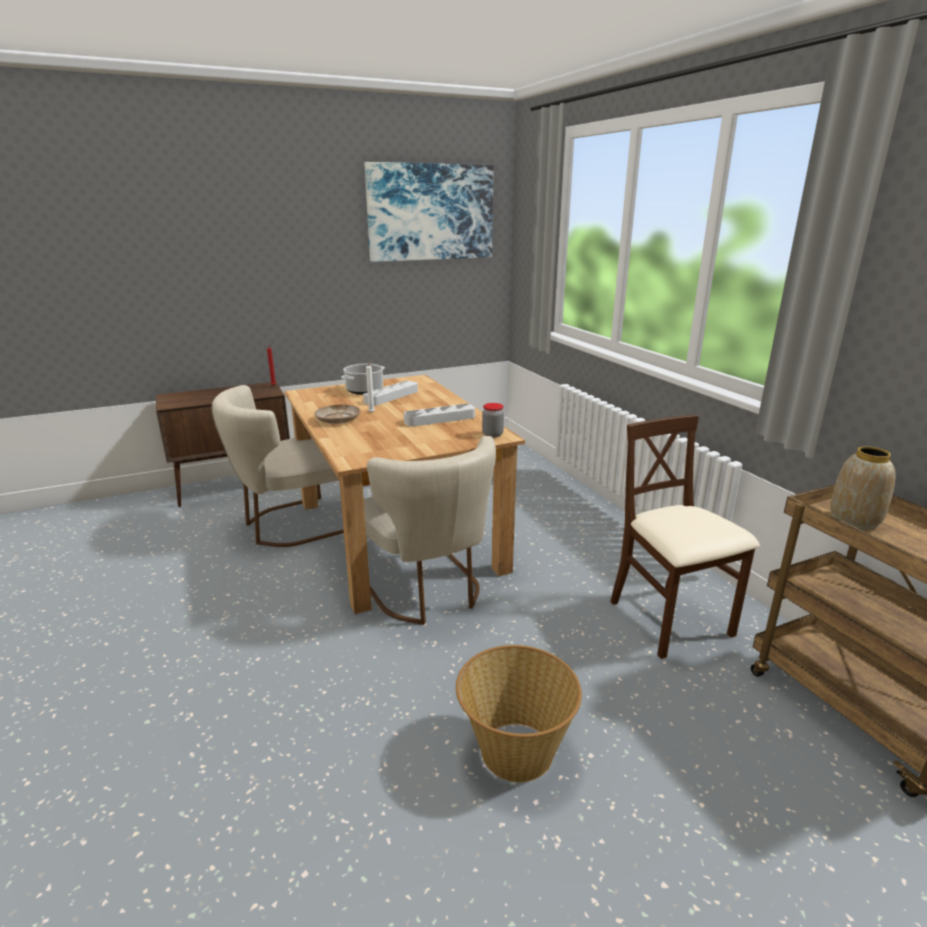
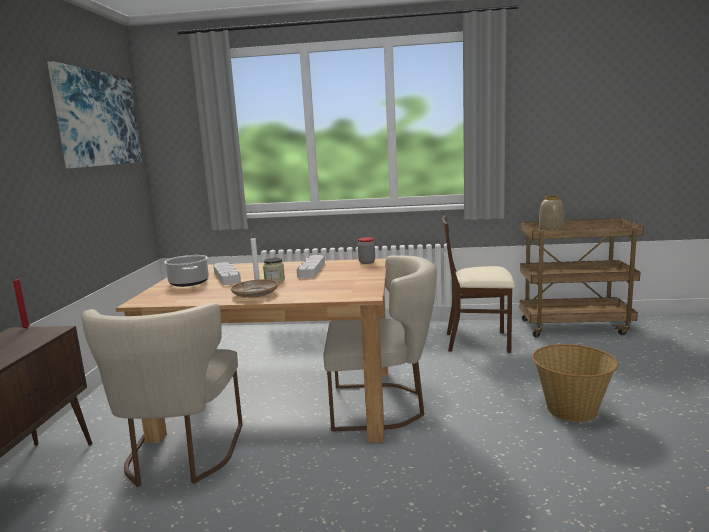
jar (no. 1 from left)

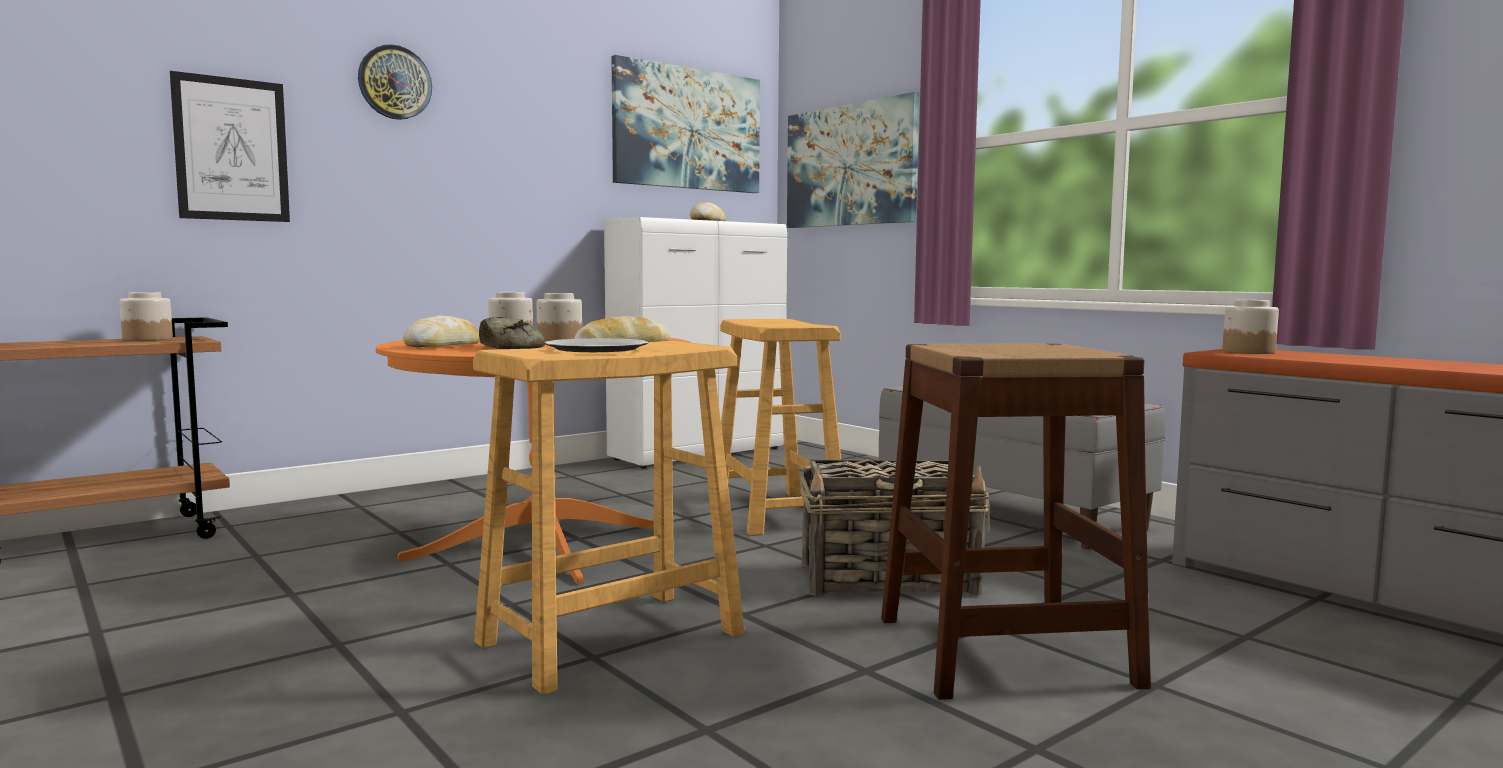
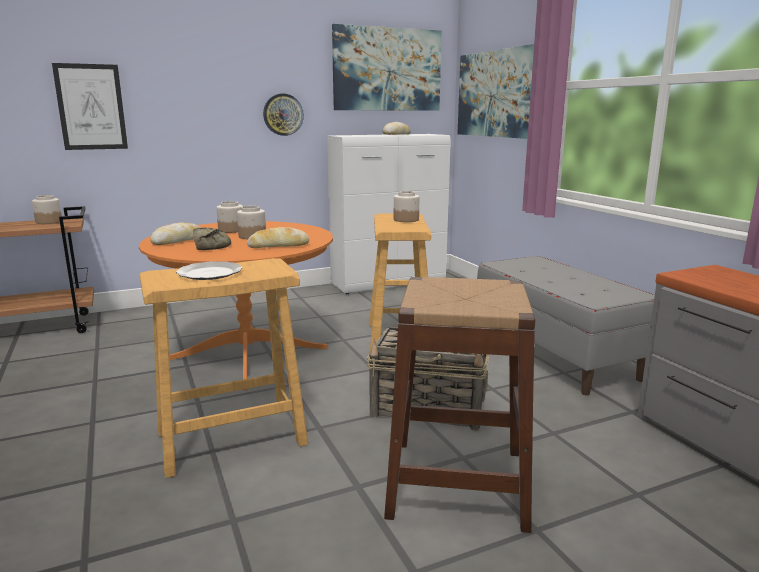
wall clock
jar (no. 4 from left)

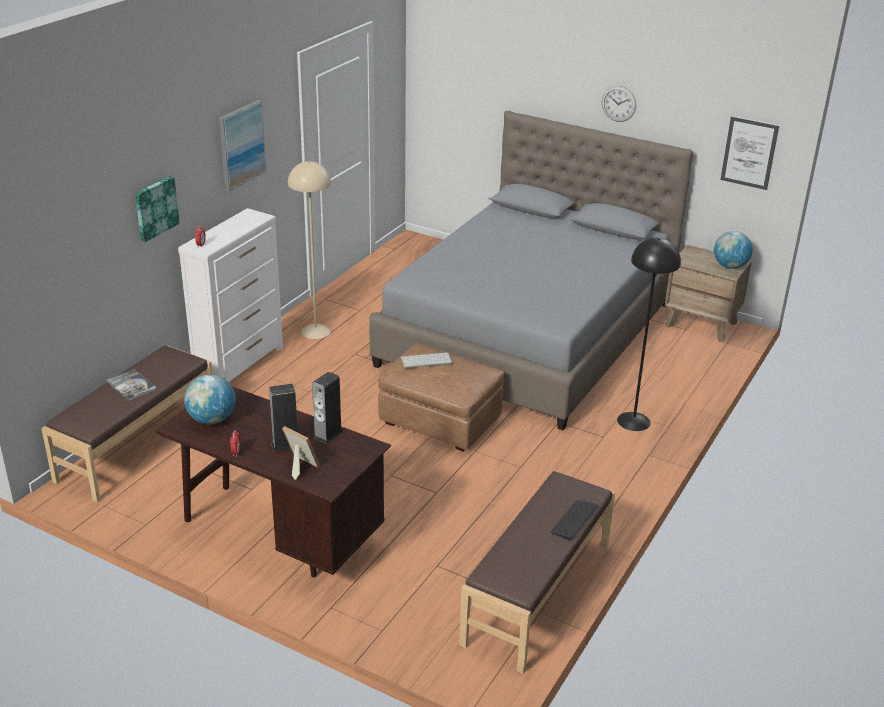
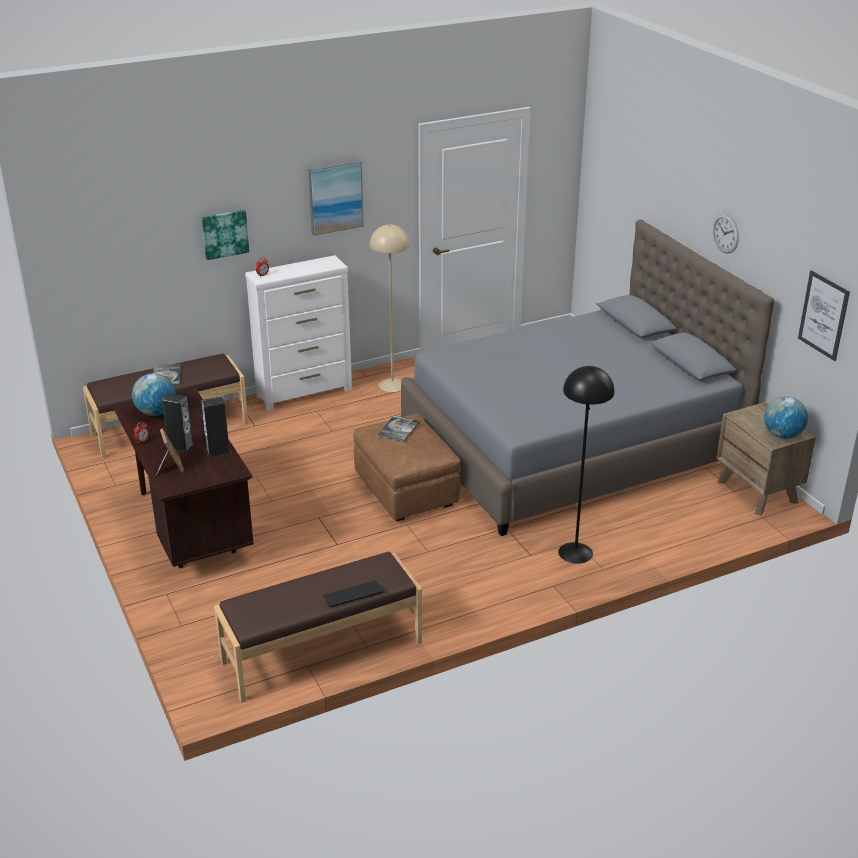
book (no. 2 from left)

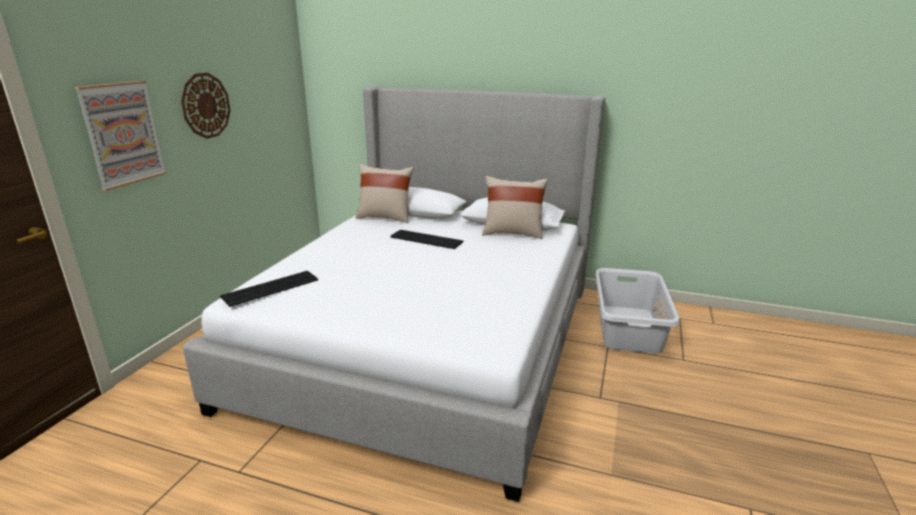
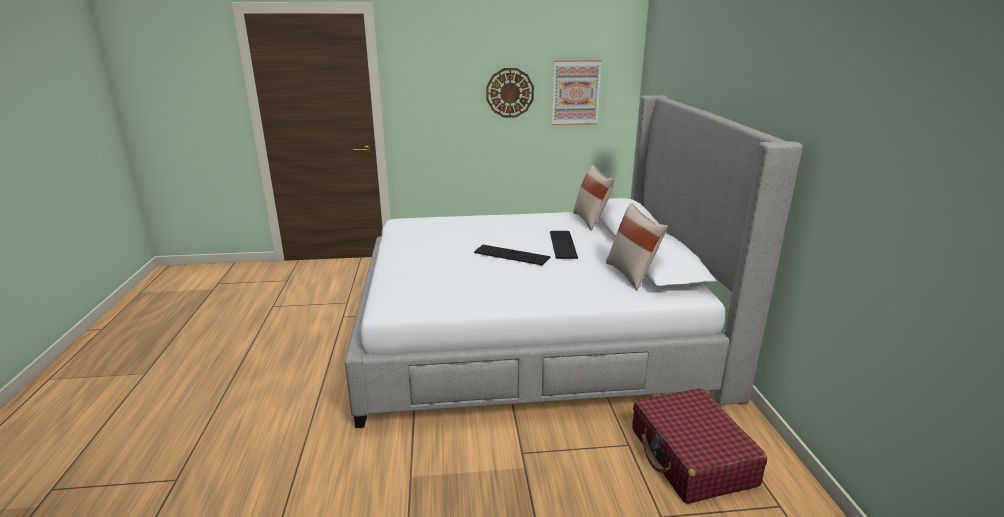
picture
suitcase in red
keyboard (no. 1 from left)

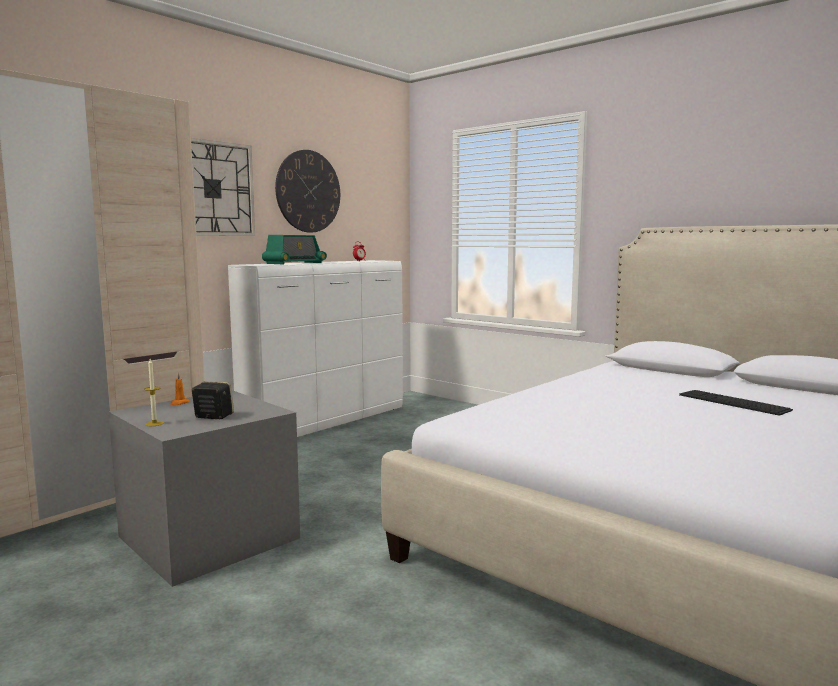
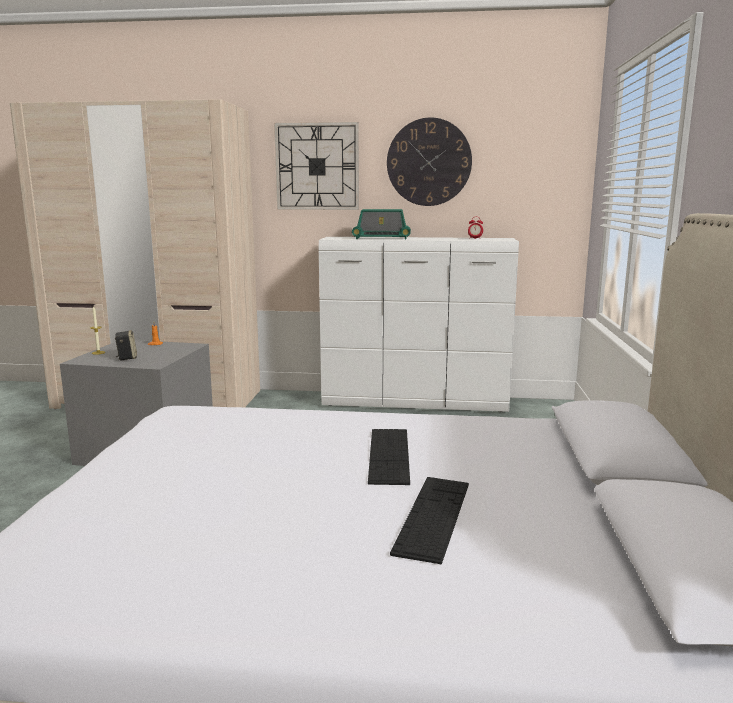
keyboard (no. 1 from left)

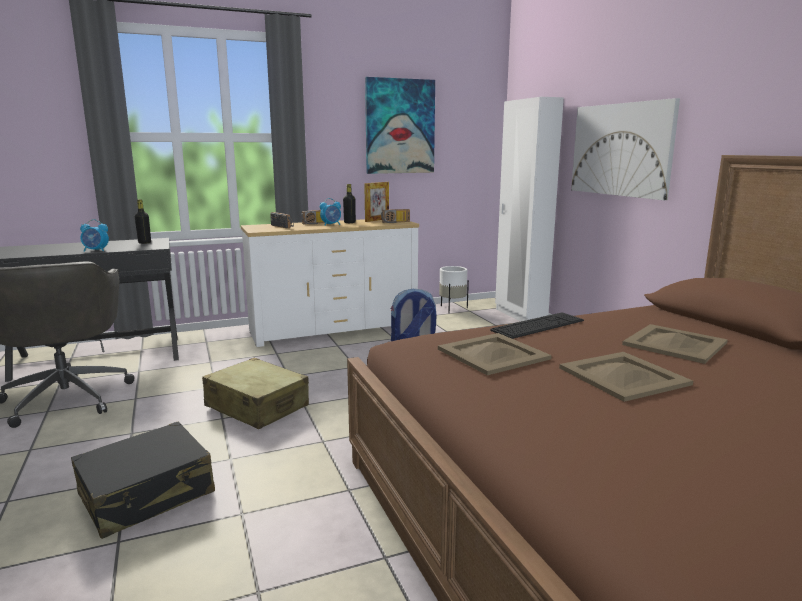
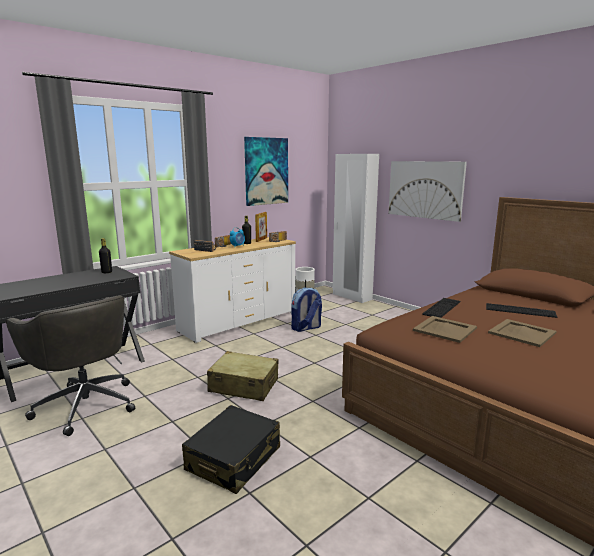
alarm clock (no. 1 from left in the first image)
keyboard (no. 2 from left)

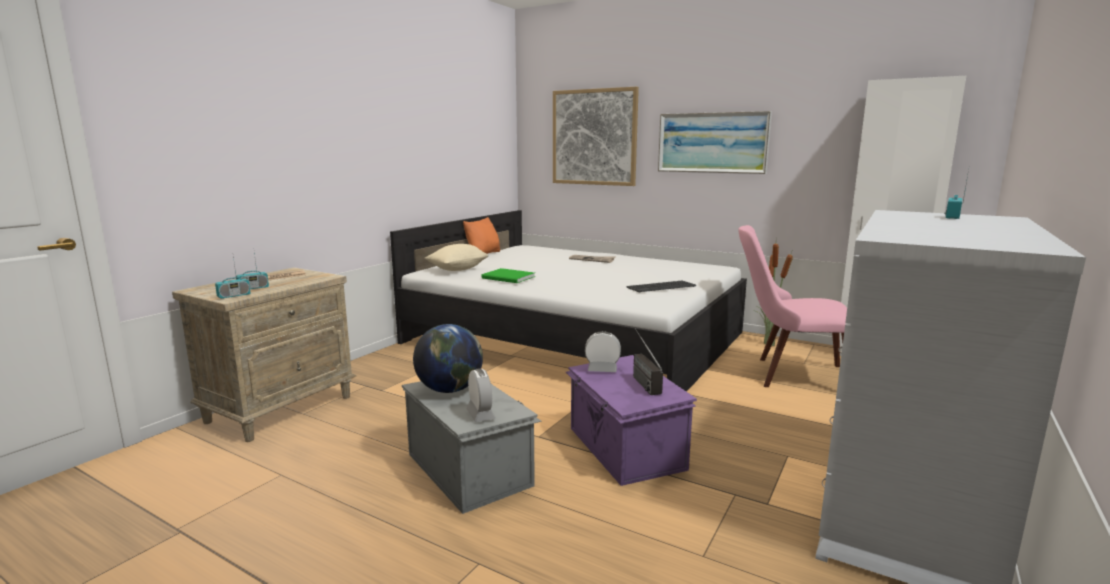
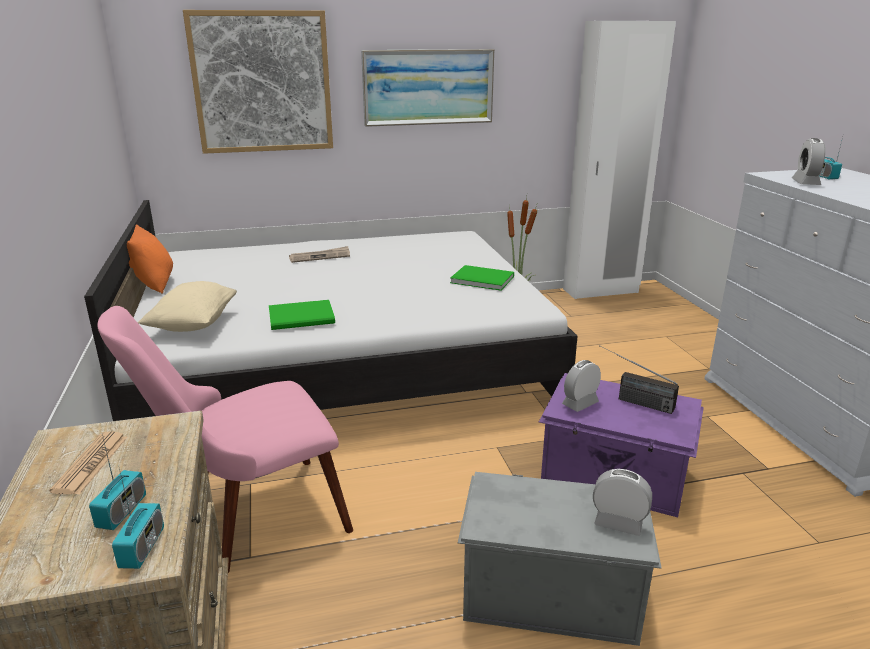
chair in pink
book in green (no. 2 from left)
globe
alarm clock (no. 3 from left)

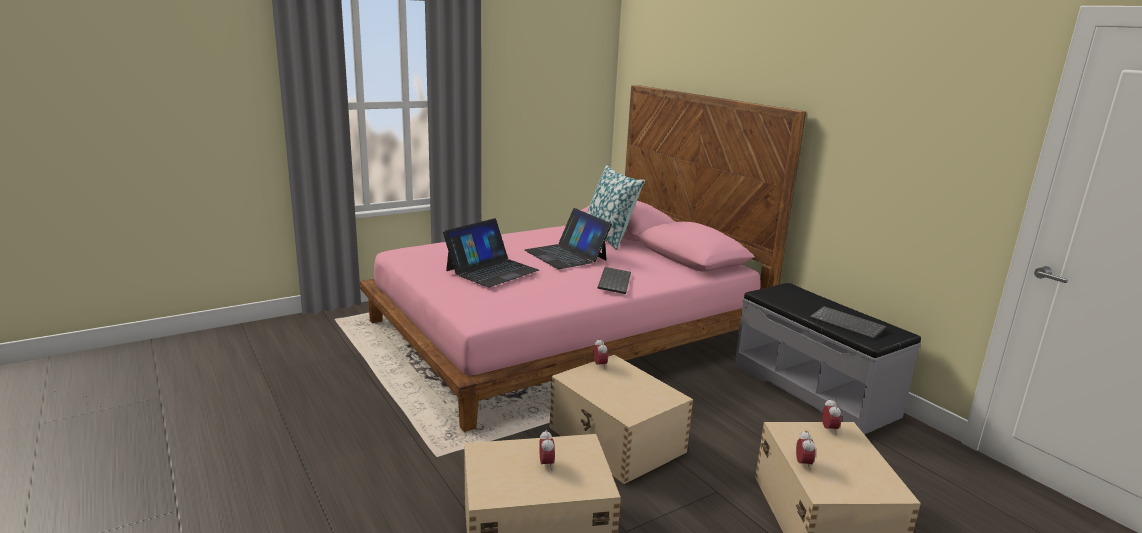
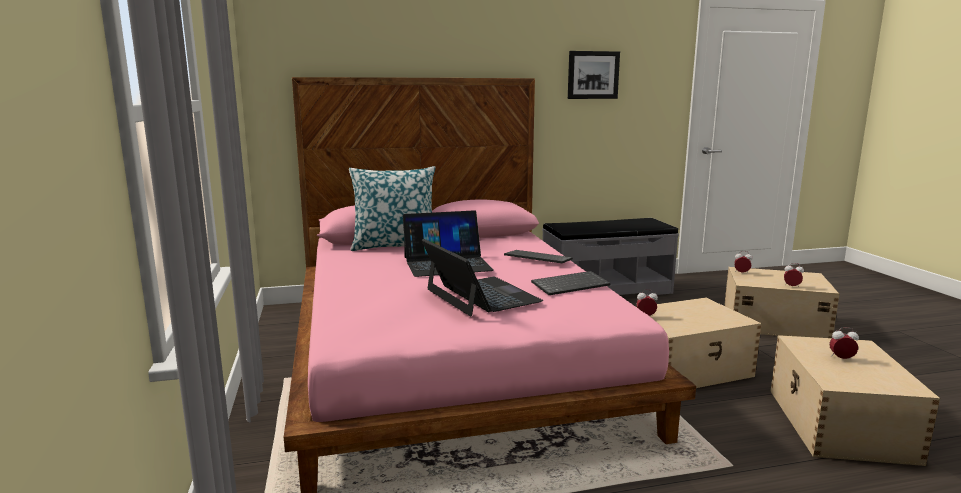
keyboard (no. 2 from left)
picture

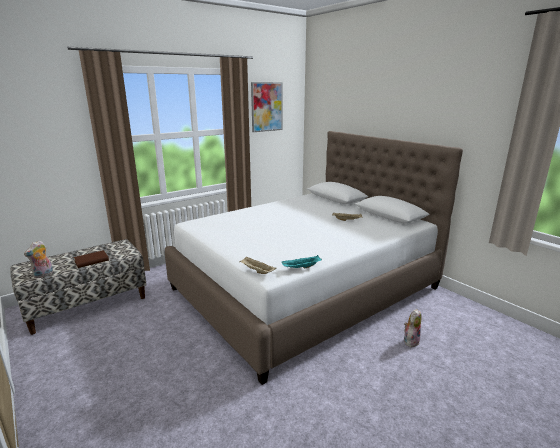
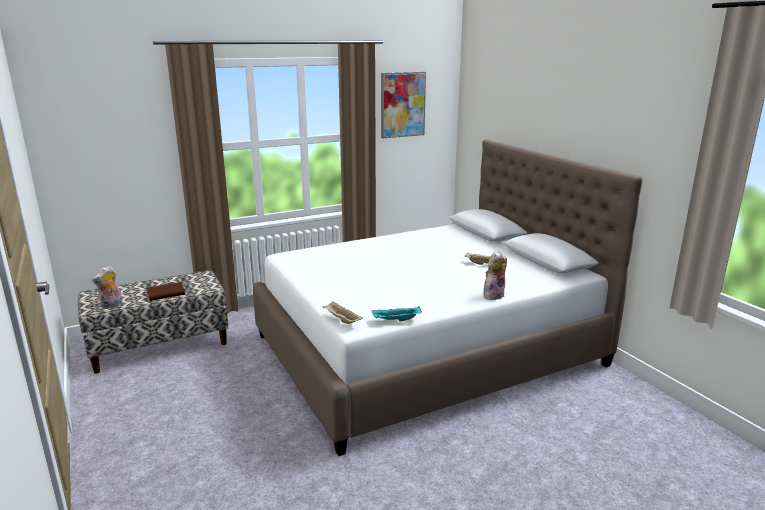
plush toy (no. 2 from left)

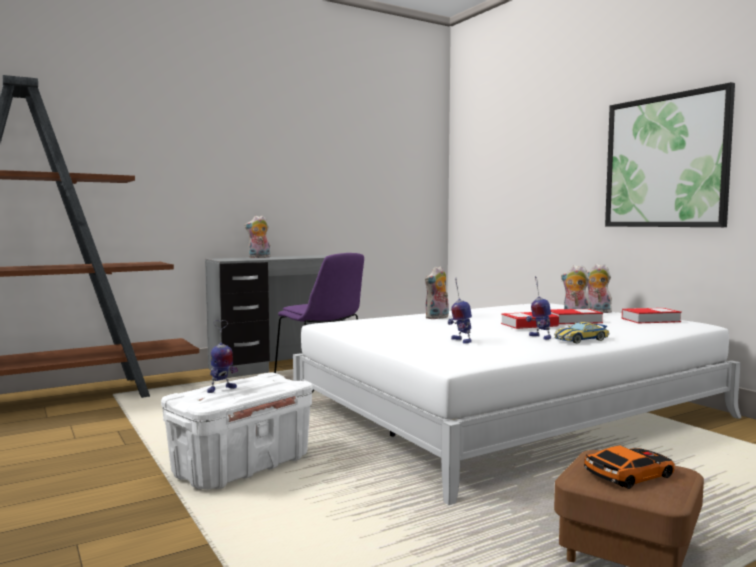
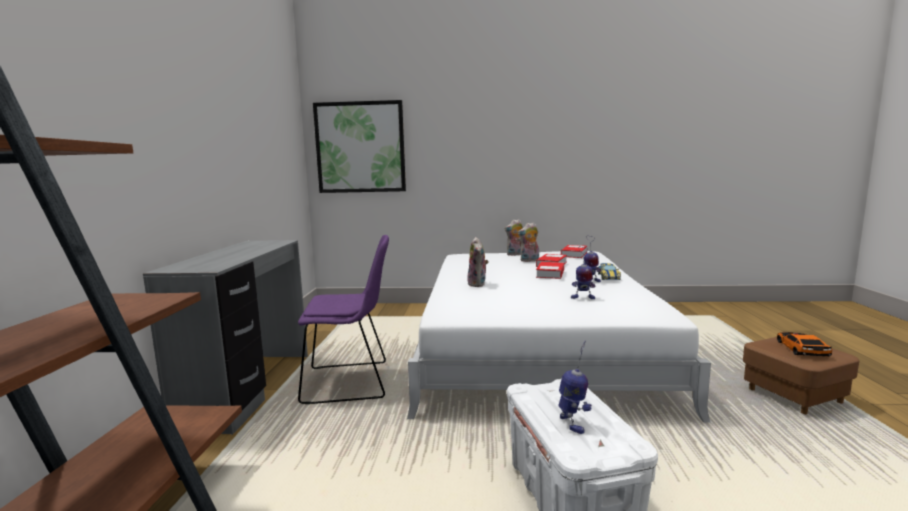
picture
plush toy (no. 1 from left in the first image)

